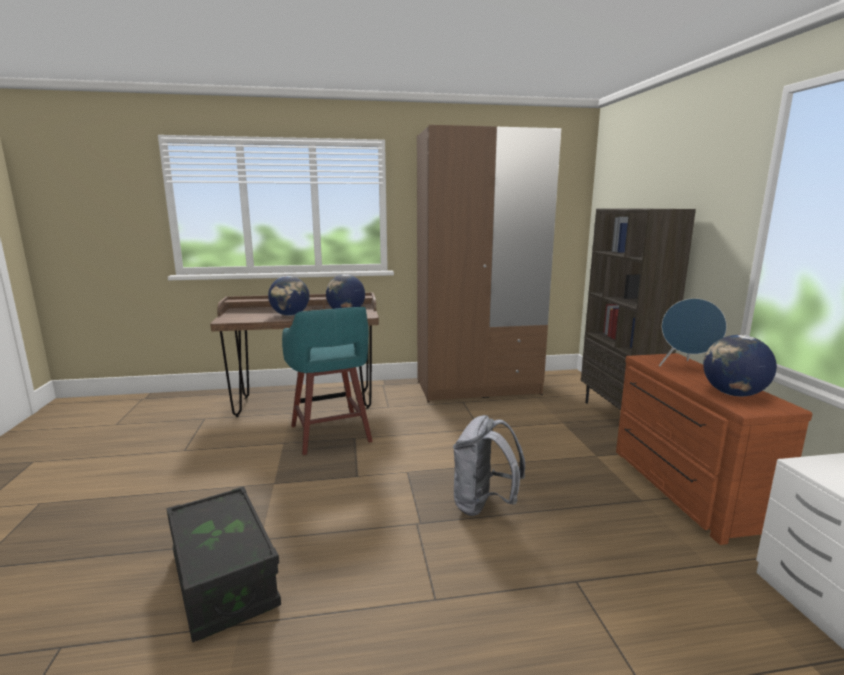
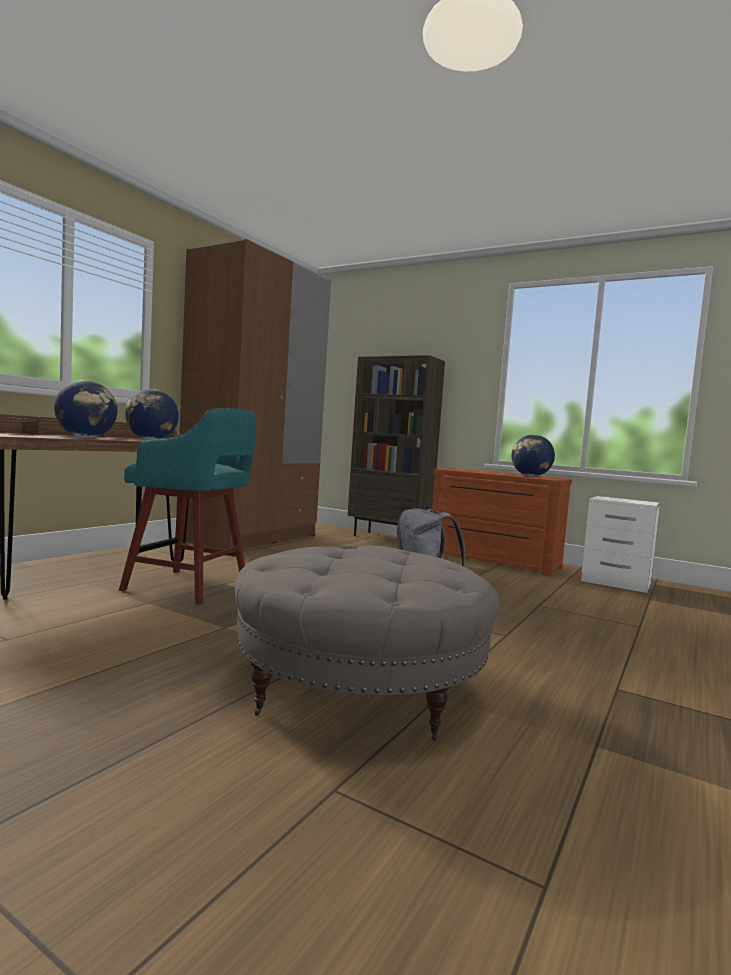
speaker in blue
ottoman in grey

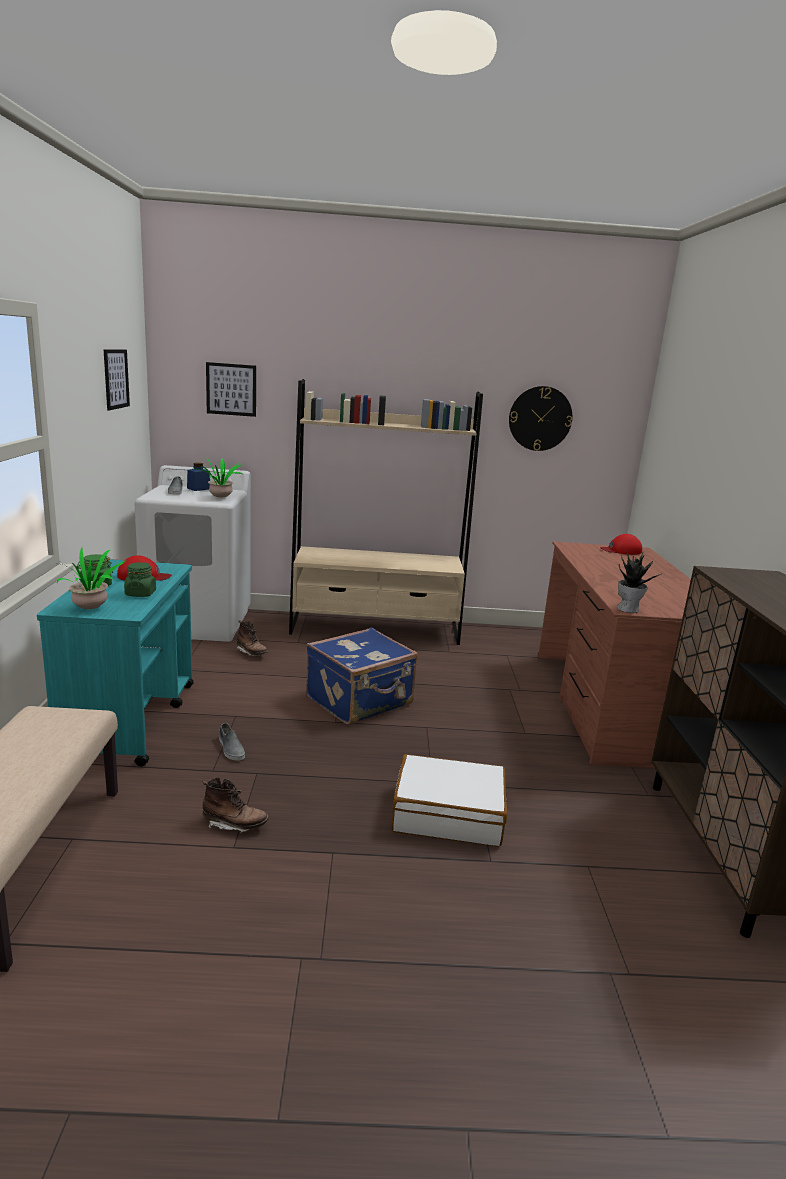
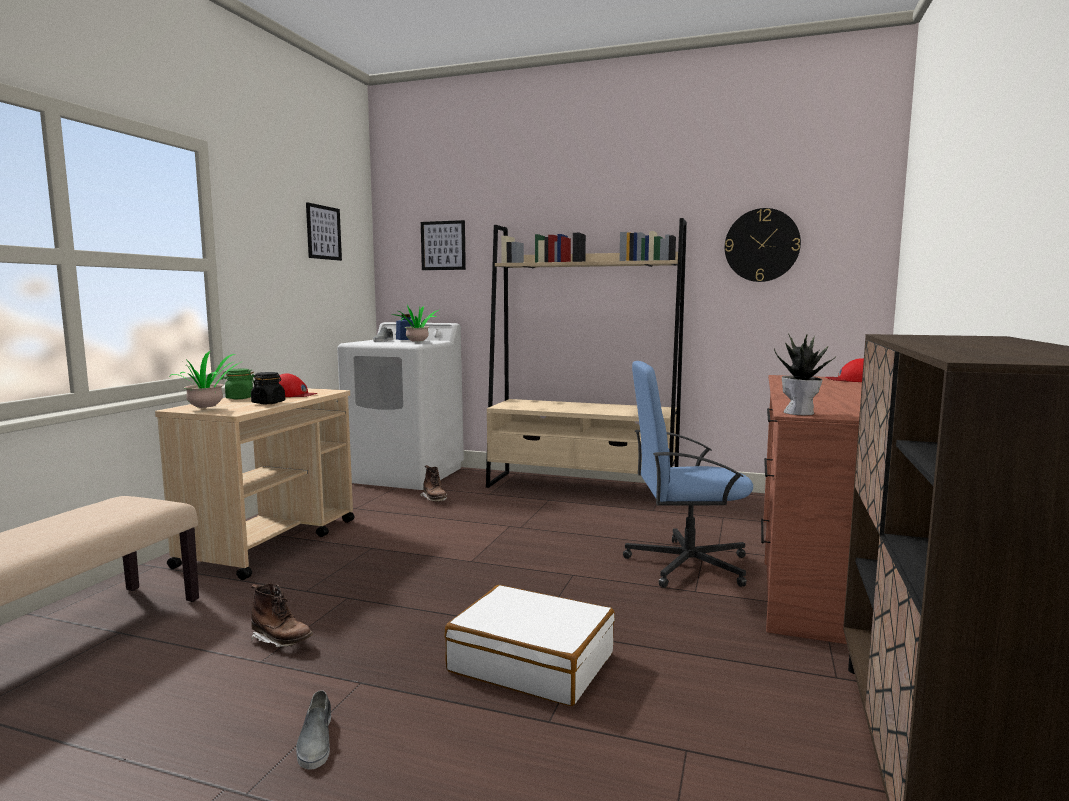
cart in beige
jar in black
suitcase in blue
shoe in grey (no. 1 from left)
office chair in blue

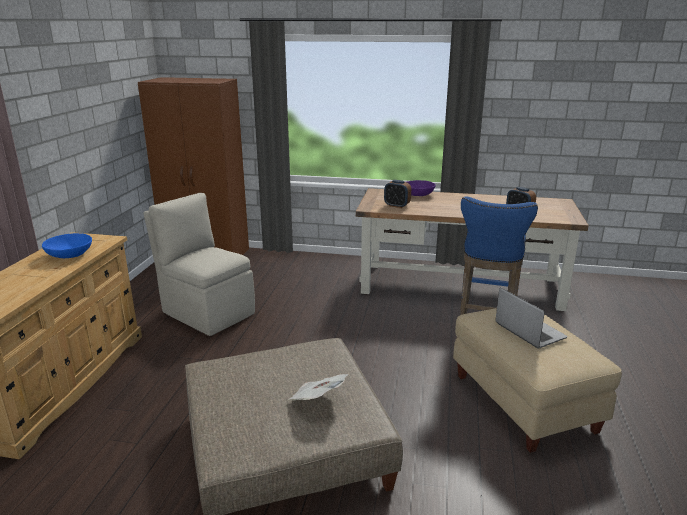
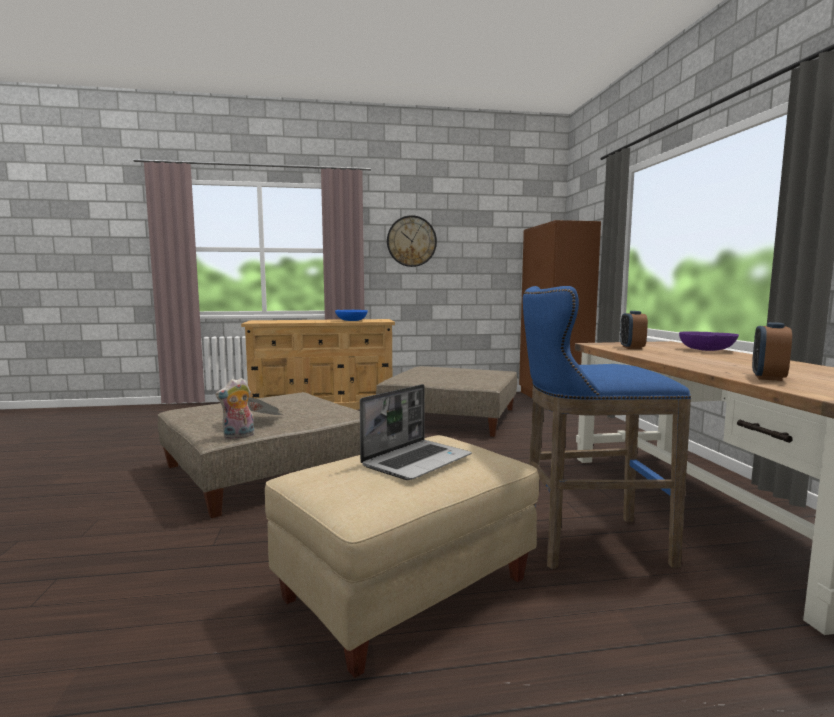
ottoman in beige (no. 3 from left)
wall clock
plush toy

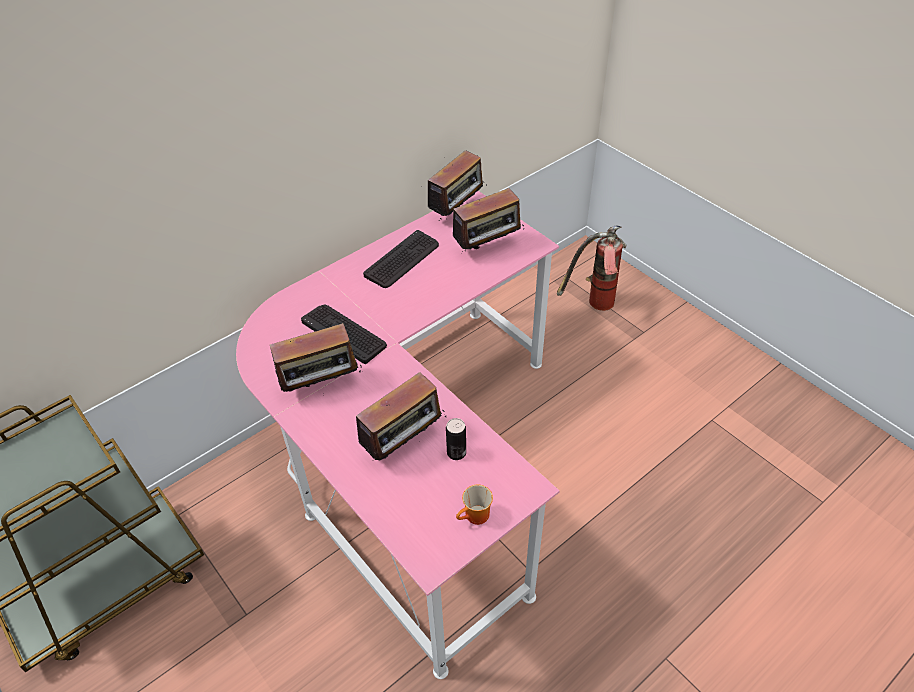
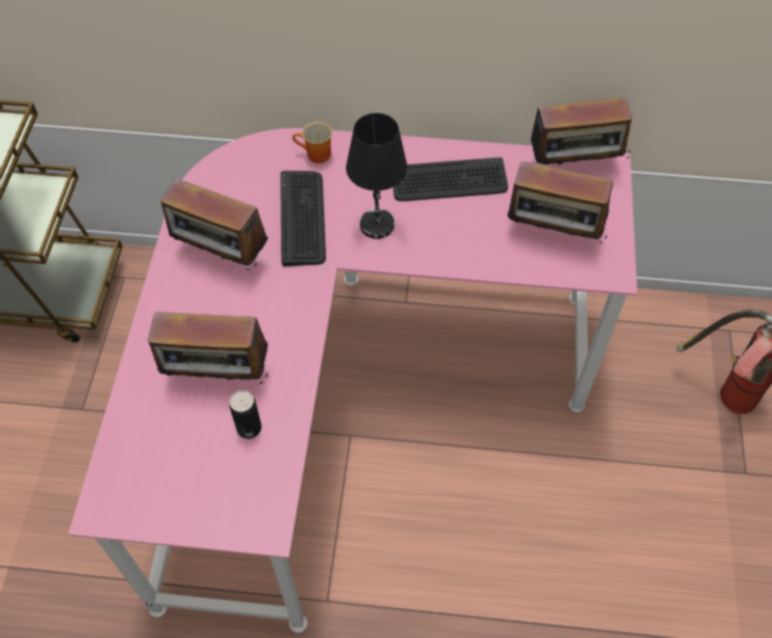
mug
table lamp in black

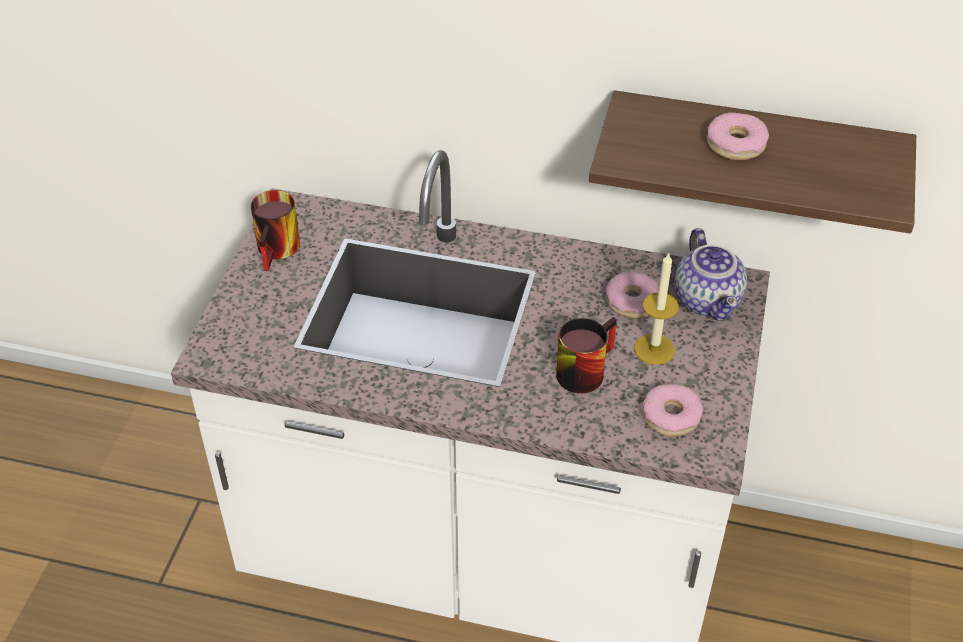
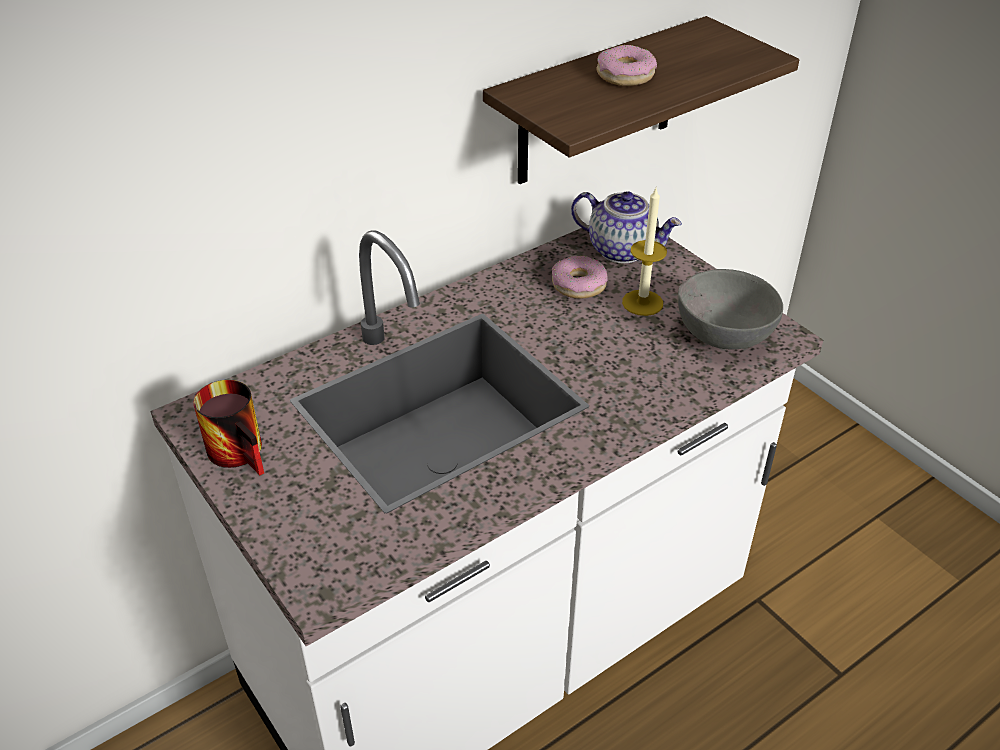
mug (no. 2 from left in the first image)
bowl in grey

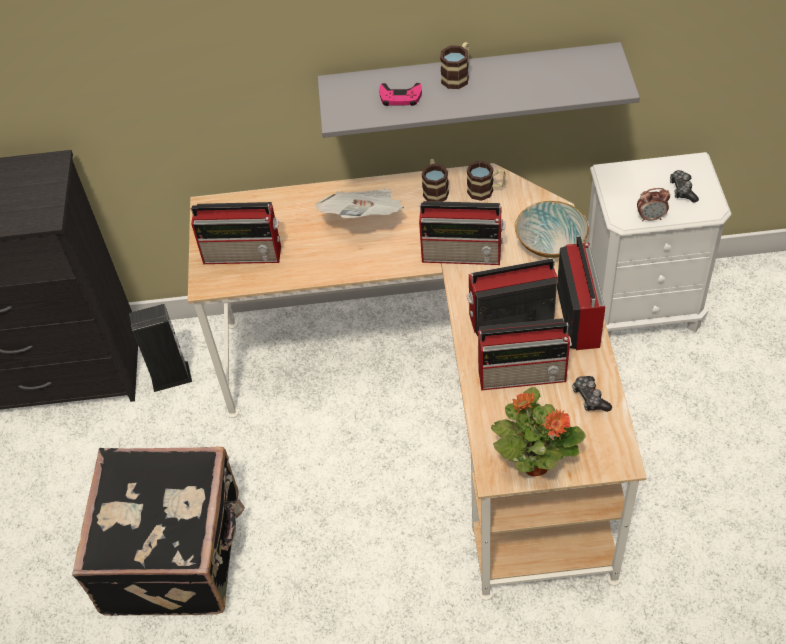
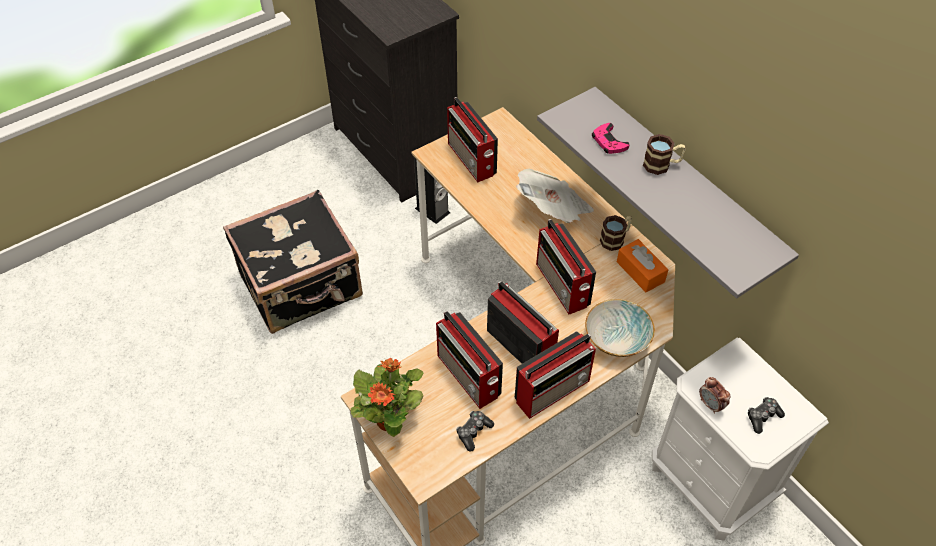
tissue box in orange

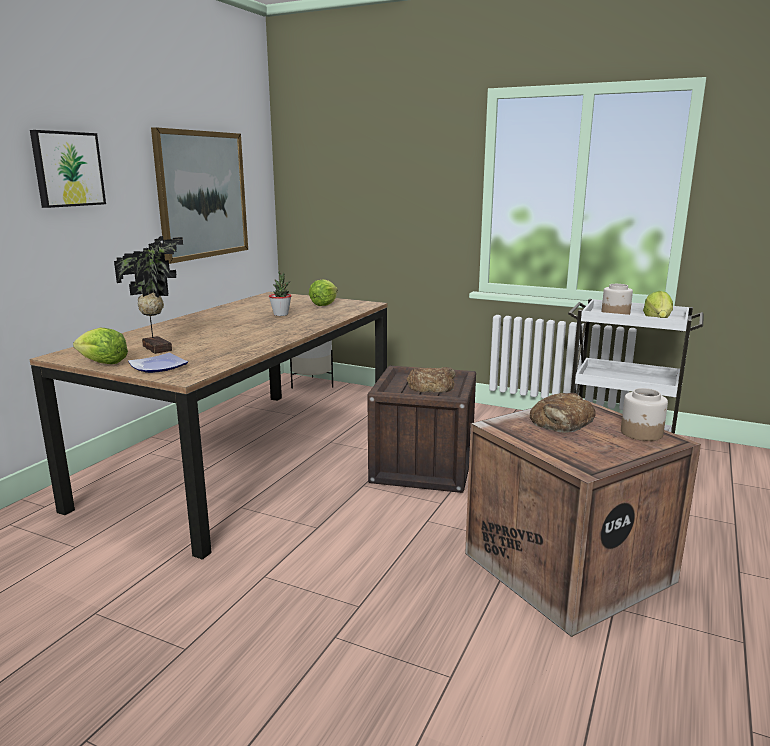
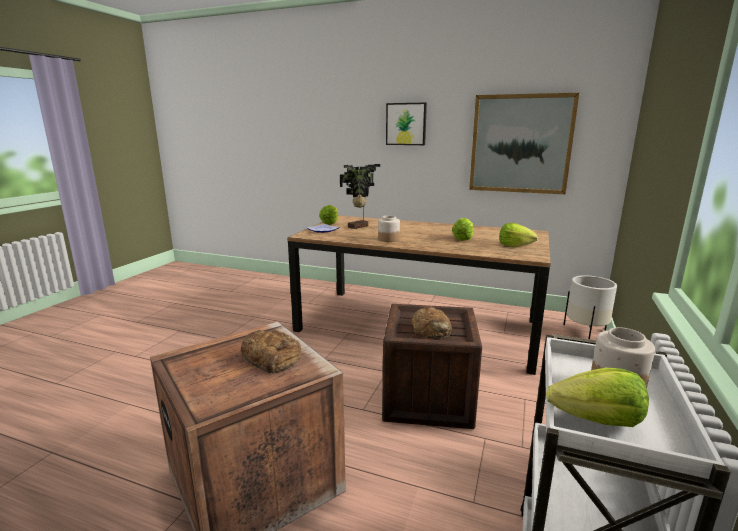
lettuce (no. 2 from left)
jar (no. 1 from left)

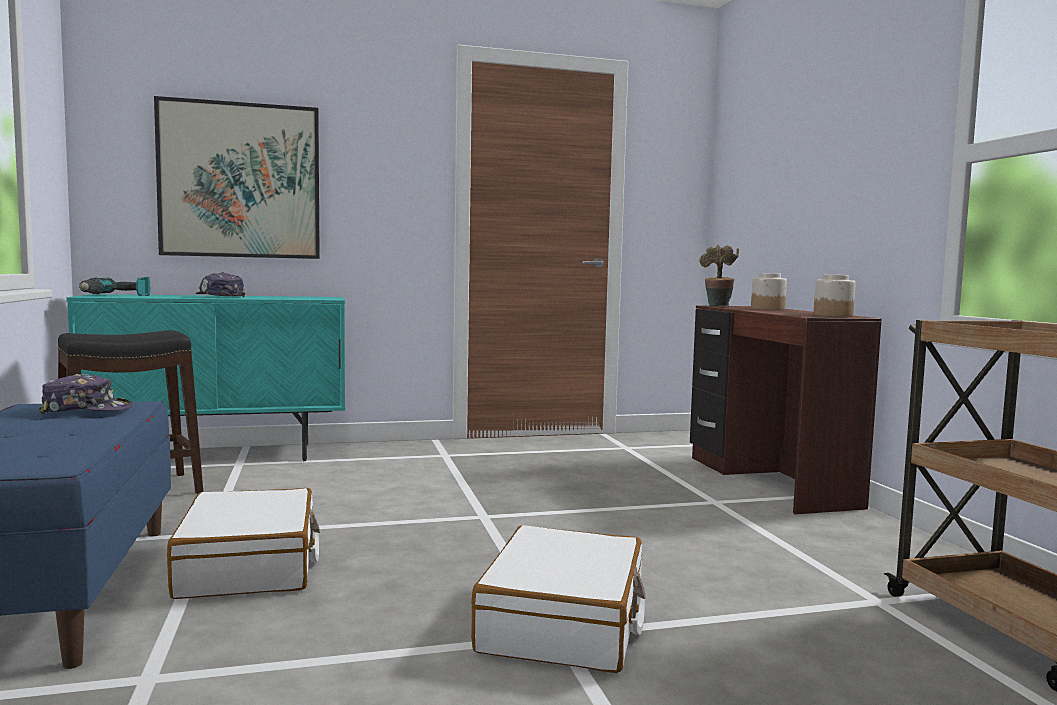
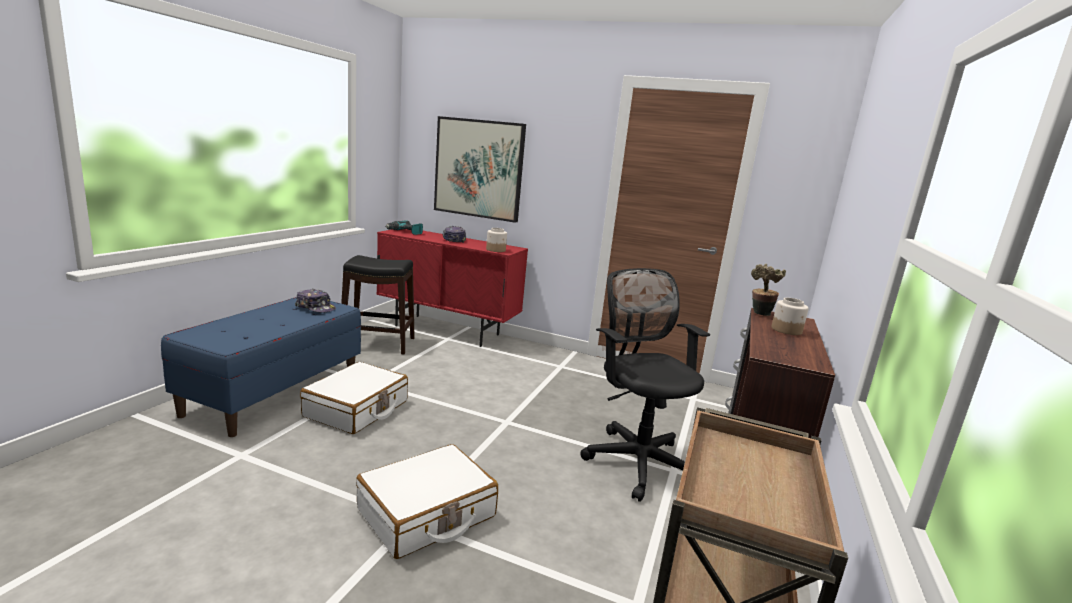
jar (no. 1 from left)
cabinet in red
office chair in black

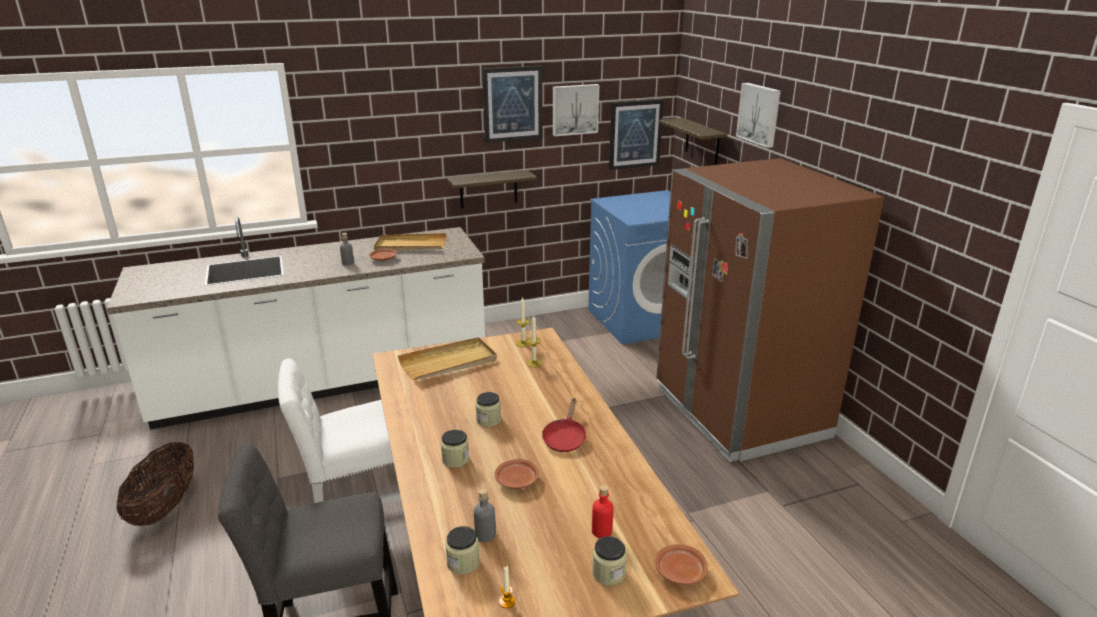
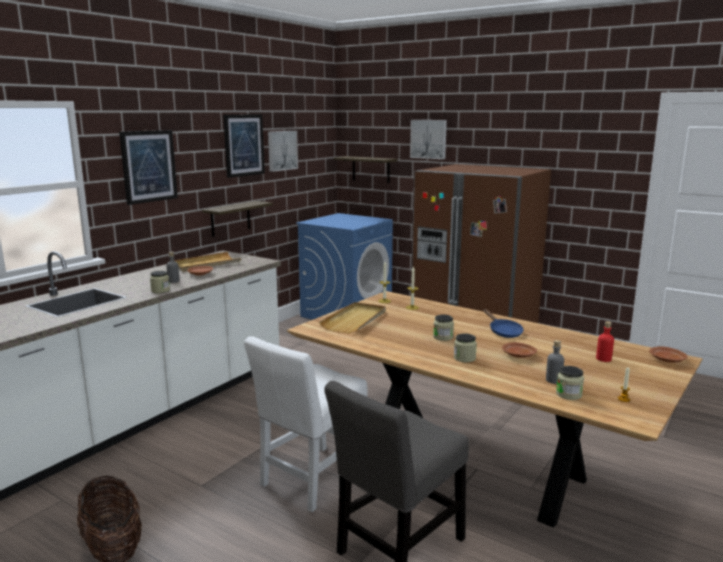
picture (no. 1 from left)
frying pan in blue
jar (no. 1 from left)

